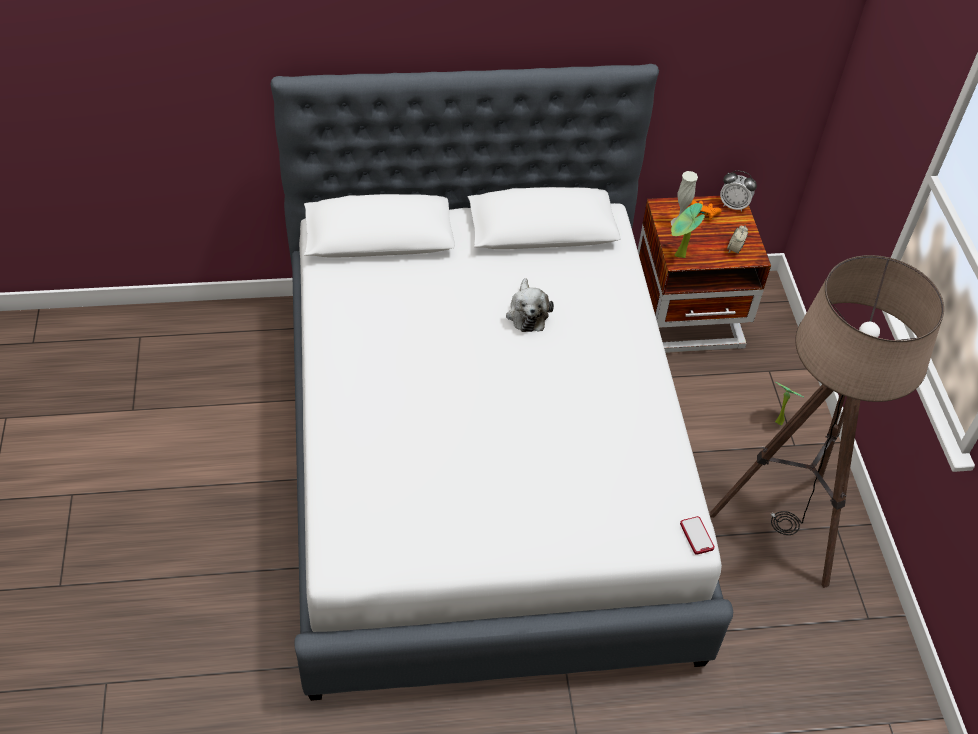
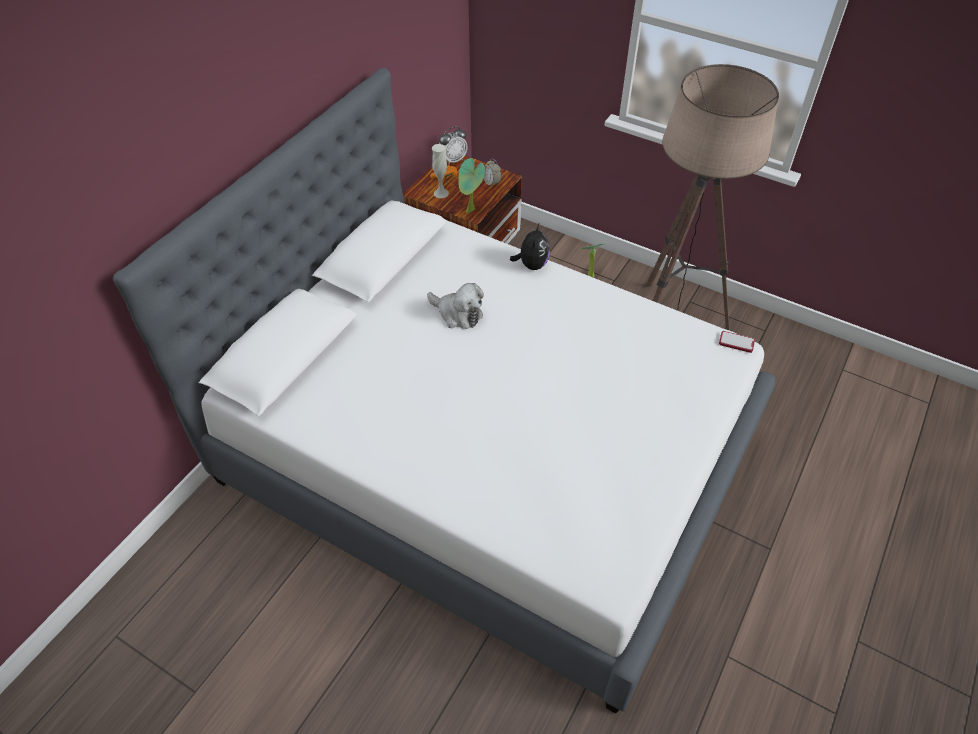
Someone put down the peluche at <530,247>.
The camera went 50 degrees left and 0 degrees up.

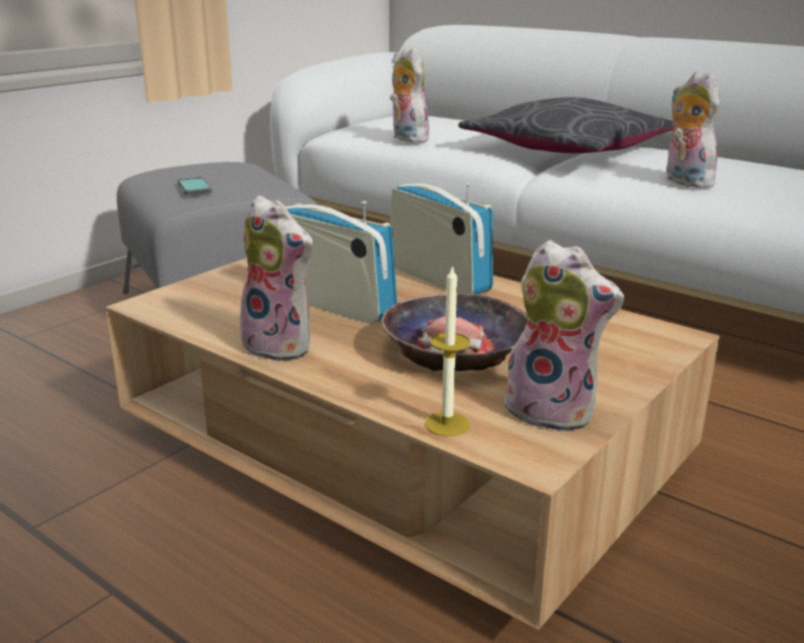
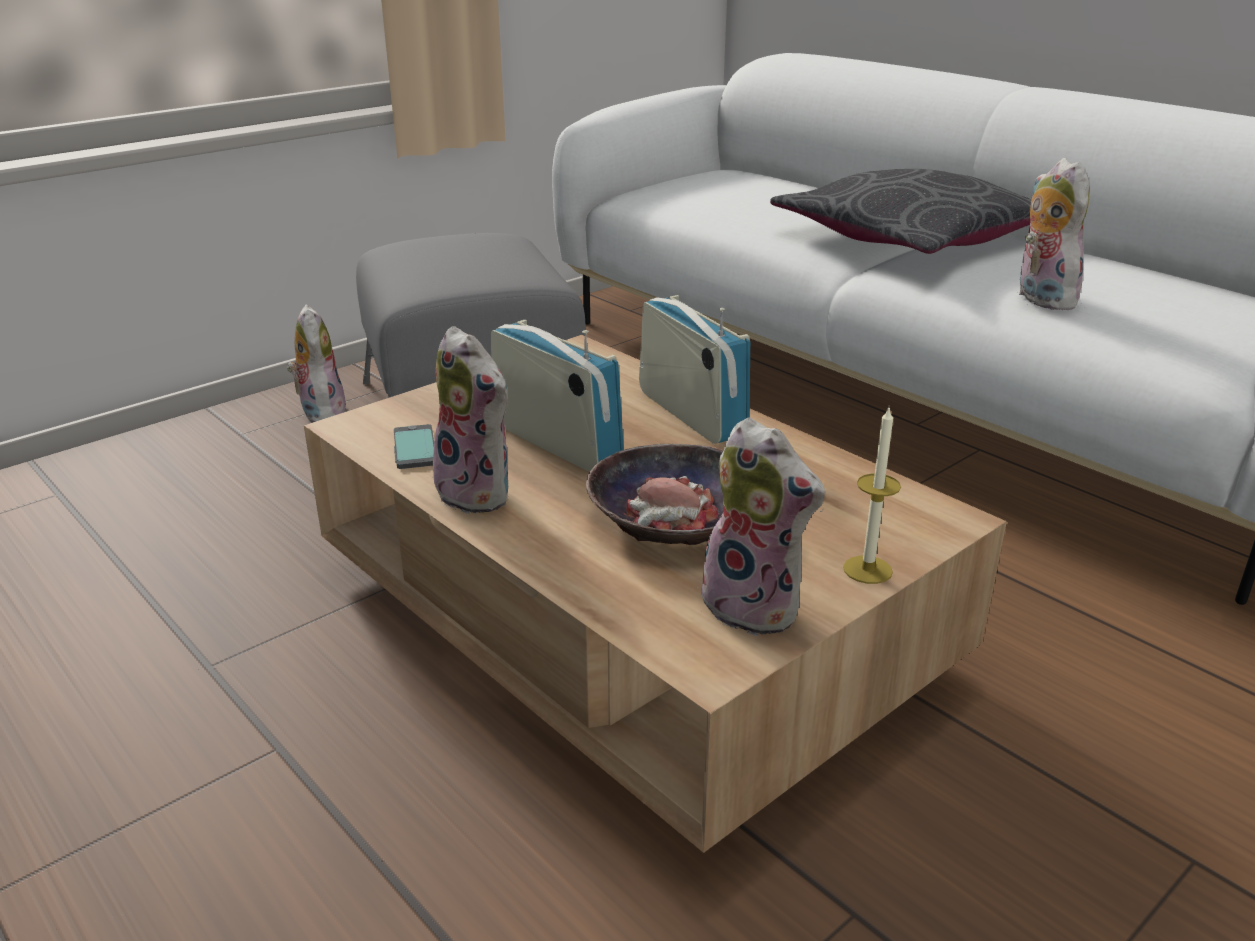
Someone carried the peluche from <409,95> to <317,363>.
Someone carried the téléphone from <195,186> to <414,446>.
Someone carried the bougie from <447,350> to <872,496>.
The camera went 10 degrees right and 5 degrees up.

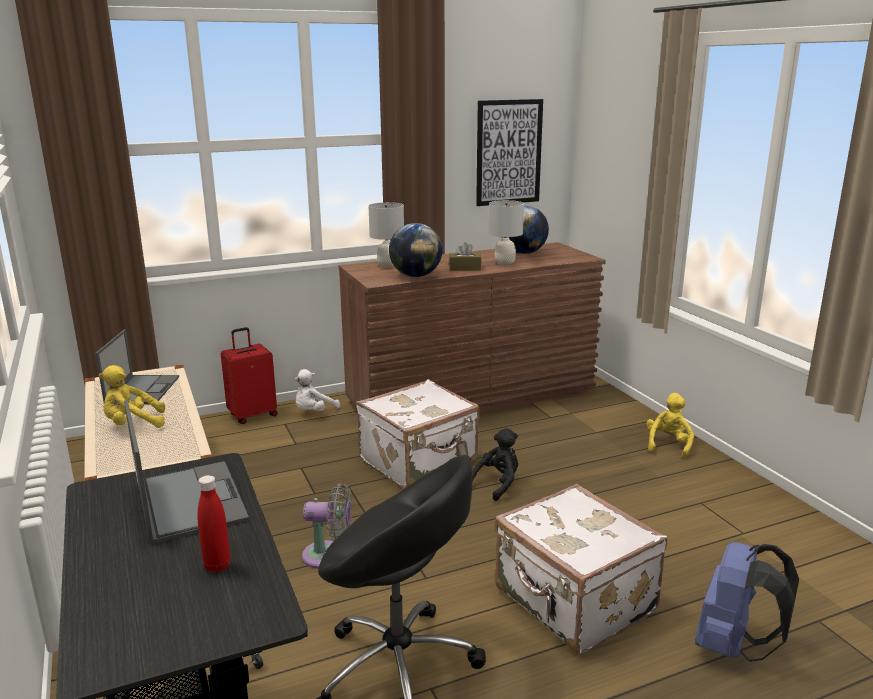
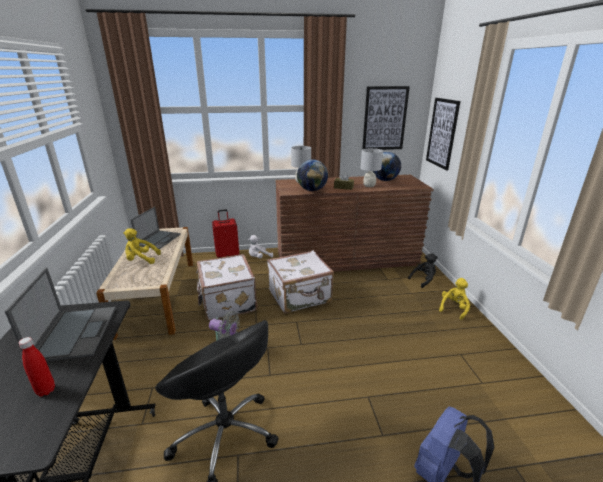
Someone carried the peluche (noir) from <495,464> to <422,270>.
Someone carried the valise (blanc) from <580,569> to <226,287>.
Someone put up the tableau at <443,134>.
The camera went 15 degrees right and 5 degrees up.

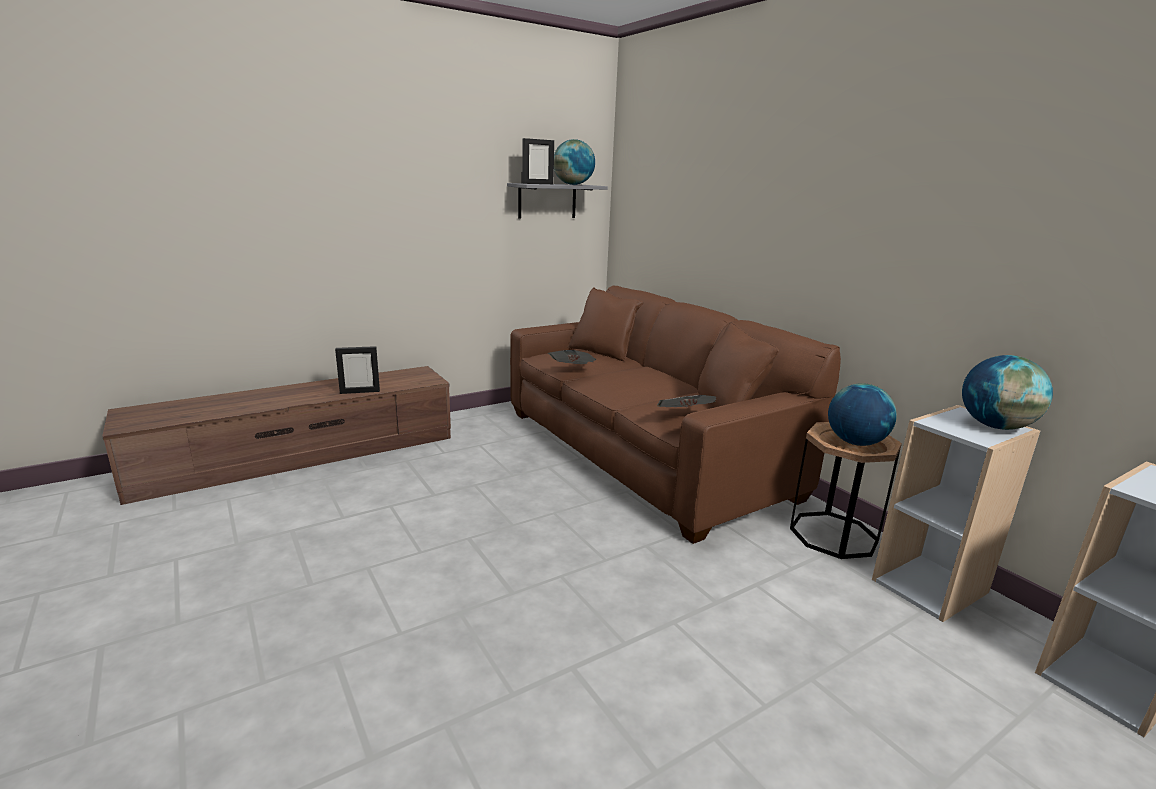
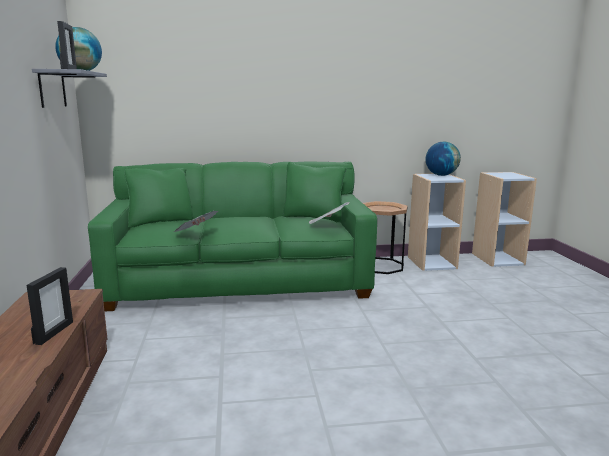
Someone repainted the canapé (marron) at <675,415>, which became the canapé (vert) at <232,236>.
Someone took away the globe at <862,414>.
The camera went 65 degrees left and 5 degrees down.

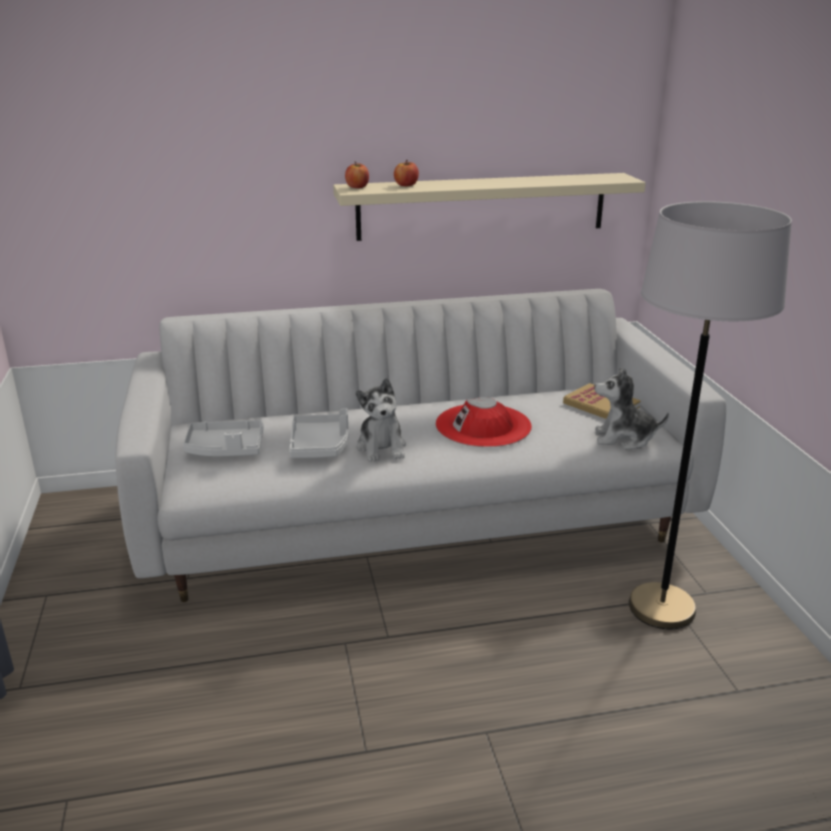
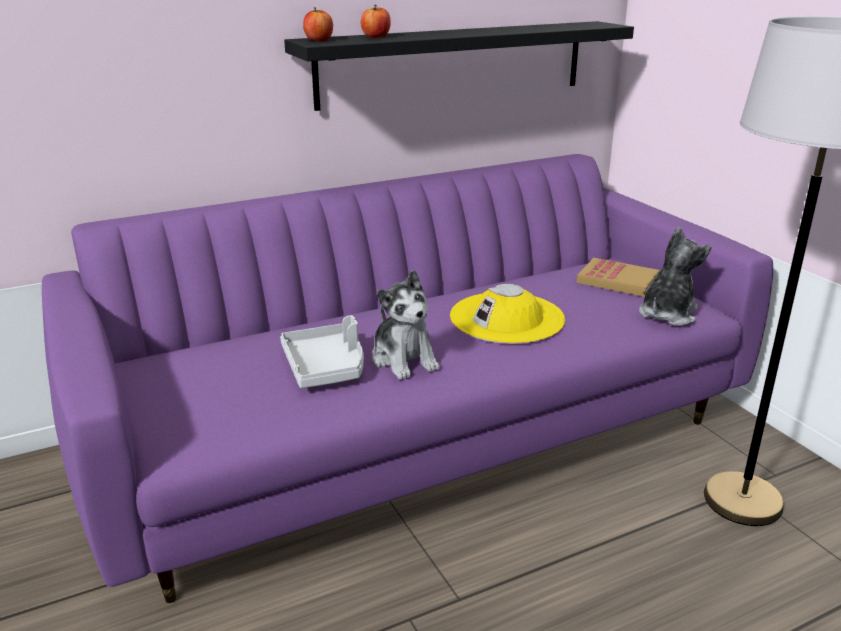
Someone repainted the étagère (beige) at <489,207>, which became the étagère (noir) at <459,66>.
Someone repainted the canapé (blanc) at <420,445>, which became the canapé (violet) at <407,378>.
Someone rotated the peluche at <631,408> by 135 degrees clockwise.
Someone repainted the chapeau (rouge) at <484,422>, which became the chapeau (jaune) at <507,314>.
Someone took away the plateau (gris) at <223,438>.
The camera went 15 degrees left and 0 degrees up.

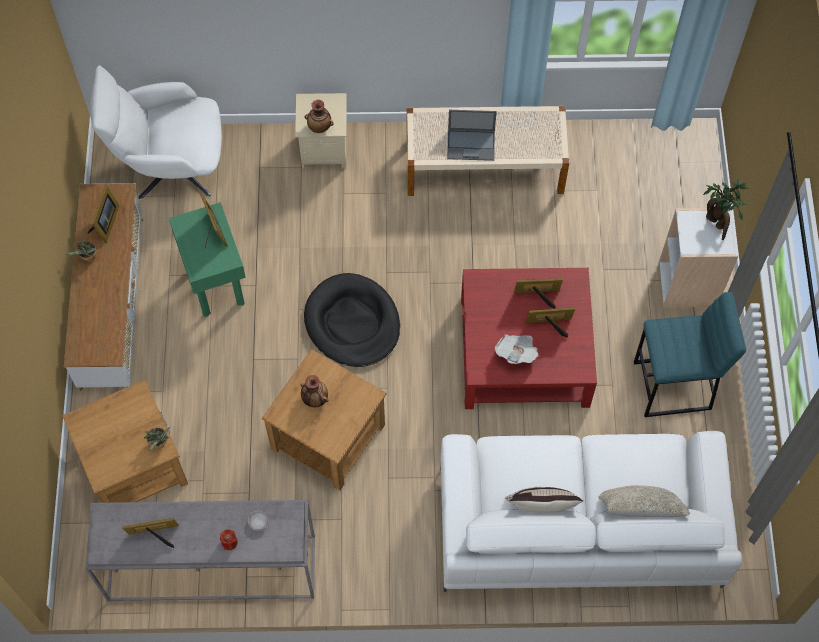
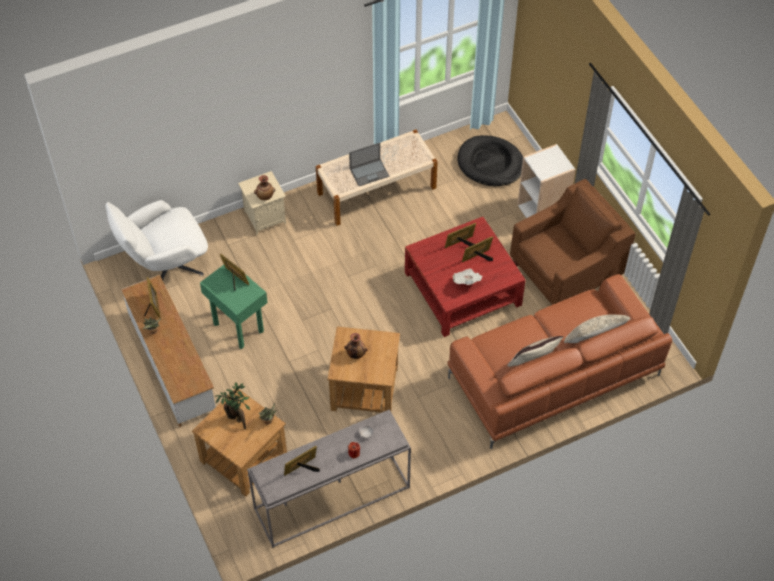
Someone carried the plante en pot from <725,209> to <233,405>.
Someone carried the panier pour chien (noir) from <352,320> to <490,160>.
Someone swapped the tabouret (turquoise) at <690,354> for the fauteuil (marron) at <573,242>.
Someone repainted the canapé (blanc) at <591,511>, which became the canapé (marron) at <559,361>.
The camera went 25 degrees left and 10 degrees down.

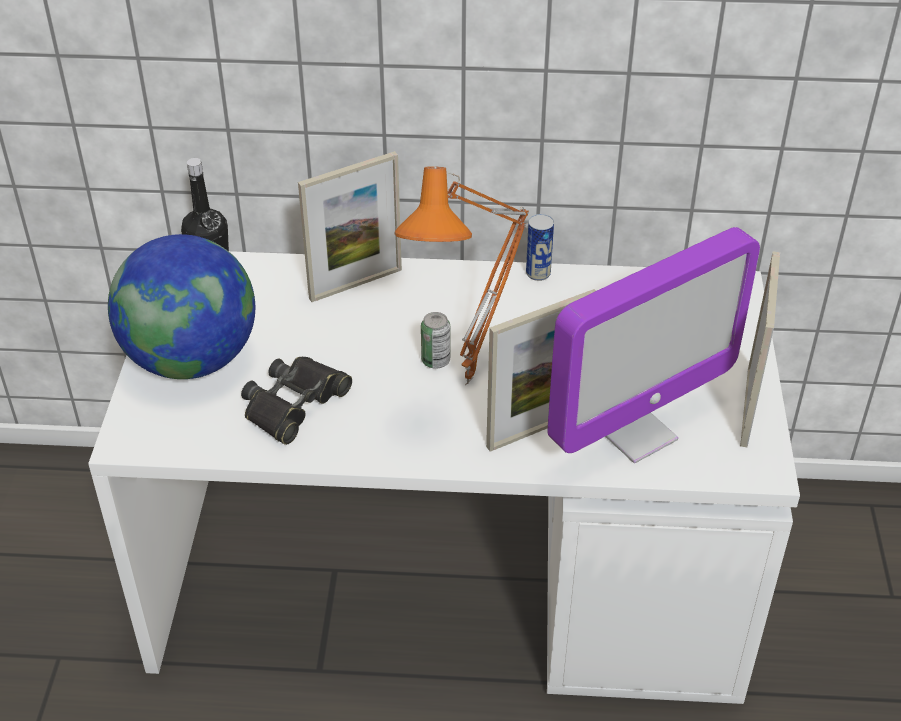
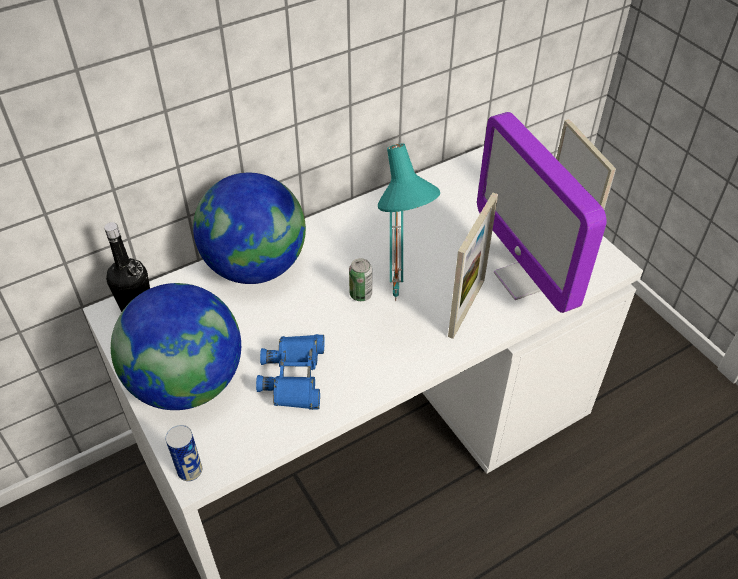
Someone swapped the cadre photo at <350,226> for the globe at <249,228>.
Someone repainted the lampe de table (orange) at <462,275>, which became the lampe de table (turquoise) at <409,222>.
Someone carried the boîte métallique from <540,247> to <183,453>.
Someone rotated the écran d'ordinateur at <653,345> by 135 degrees clockwise.
Someone repainted the jumelles (noir) at <296,401>, which became the jumelles (bleu) at <290,372>.
The camera went 35 degrees left and 5 degrees up.

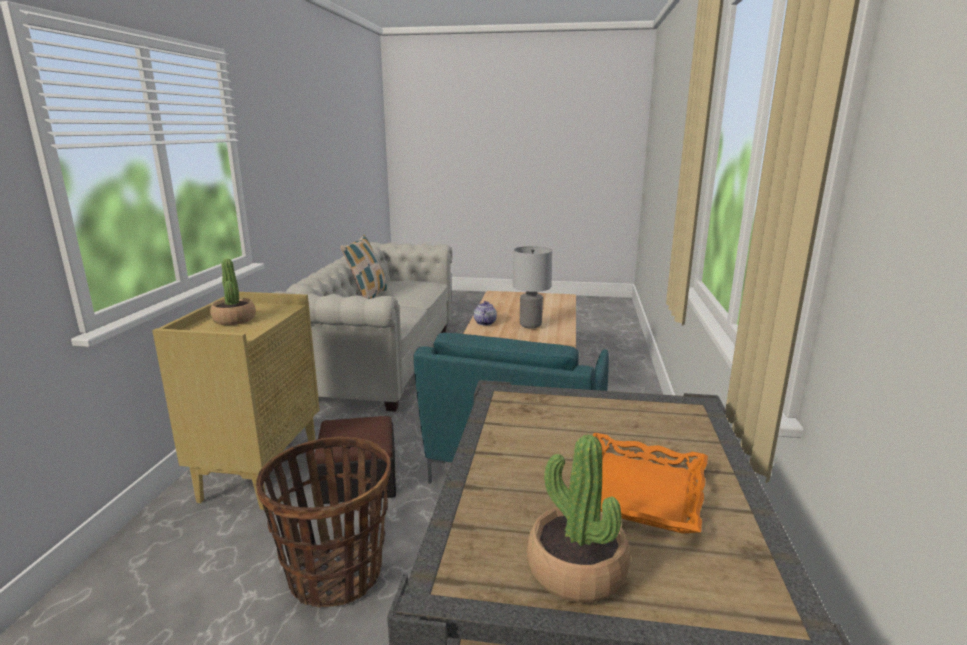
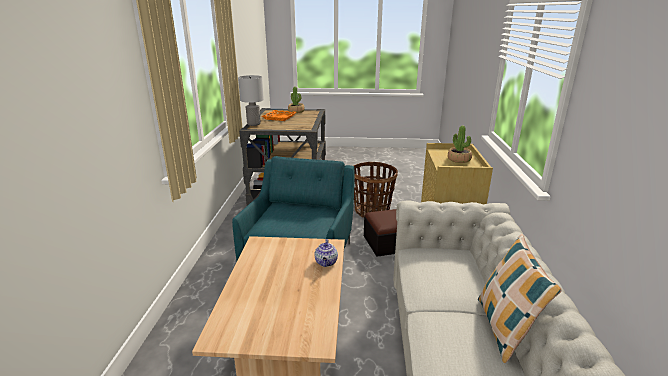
Someone carried the lampe de table (gris) from <532,287> to <251,100>.
The camera went 175 degrees right and 5 degrees up.

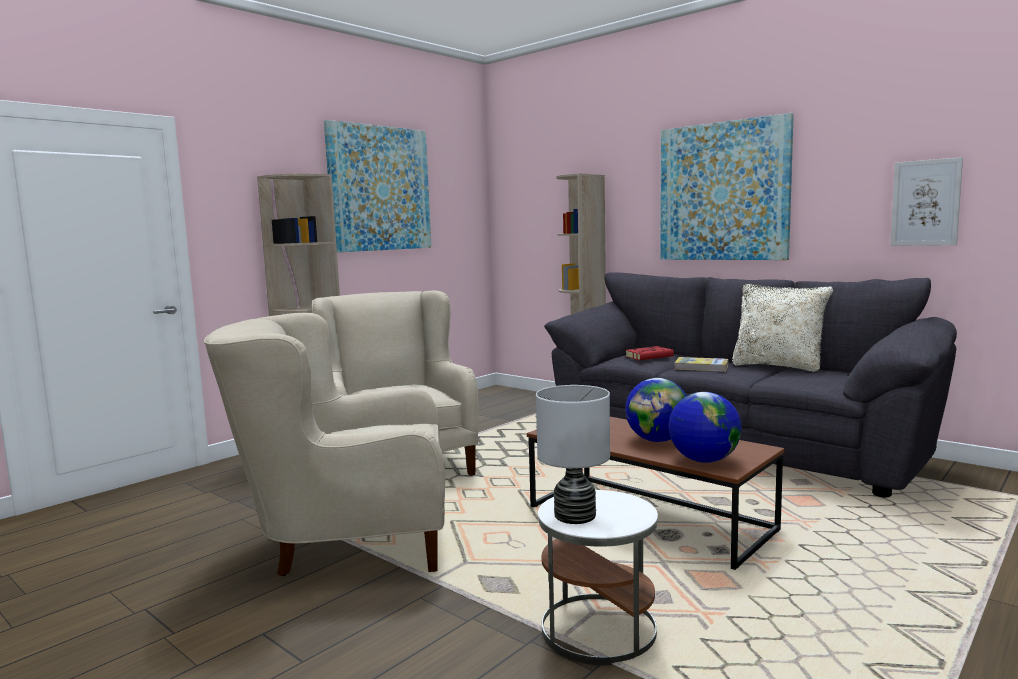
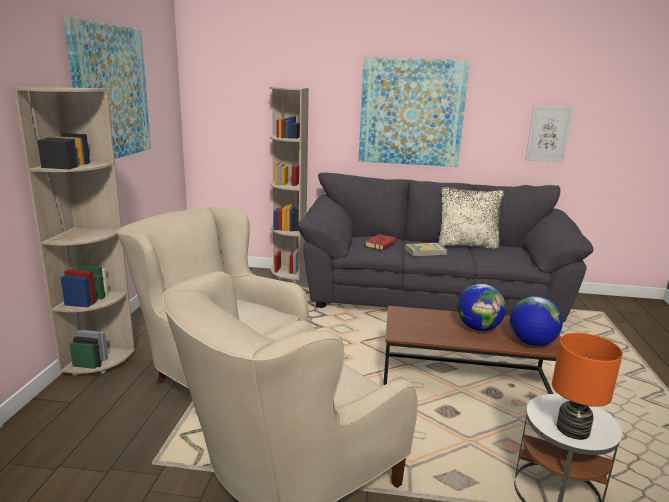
Someone repainted the lampe de table (gris) at <573,454>, which became the lampe de table (orange) at <587,386>.
The camera went 35 degrees left and 10 degrees up.

